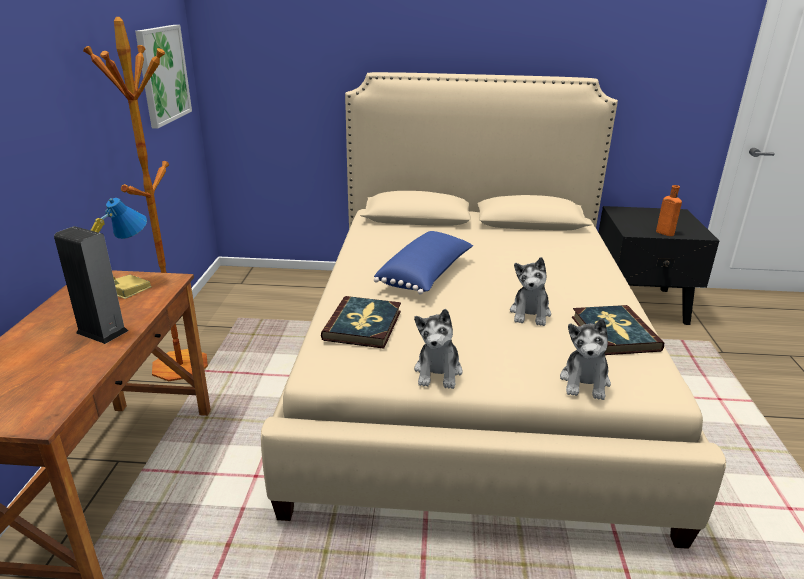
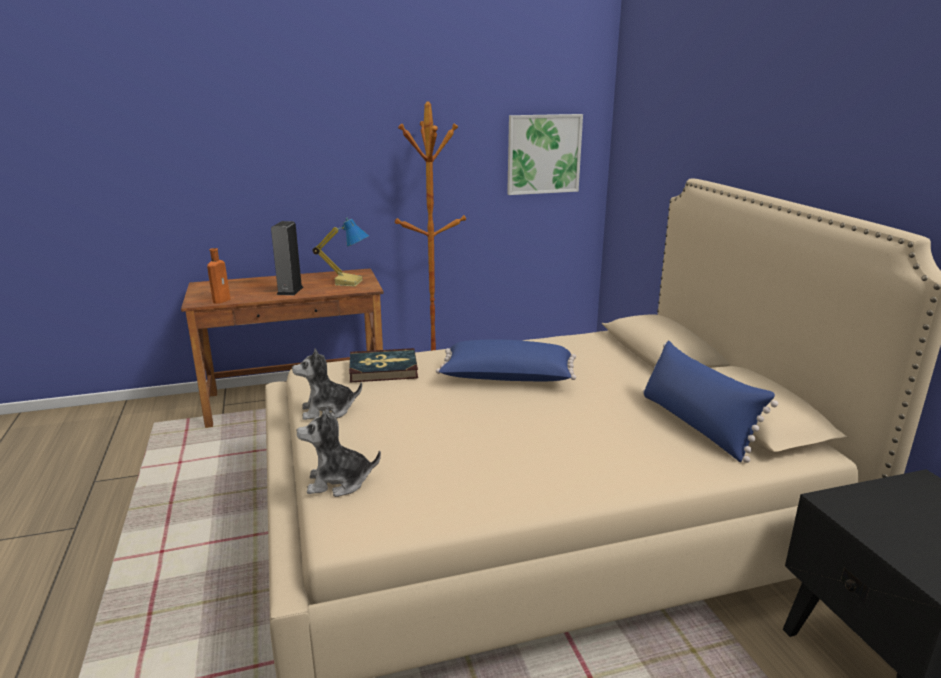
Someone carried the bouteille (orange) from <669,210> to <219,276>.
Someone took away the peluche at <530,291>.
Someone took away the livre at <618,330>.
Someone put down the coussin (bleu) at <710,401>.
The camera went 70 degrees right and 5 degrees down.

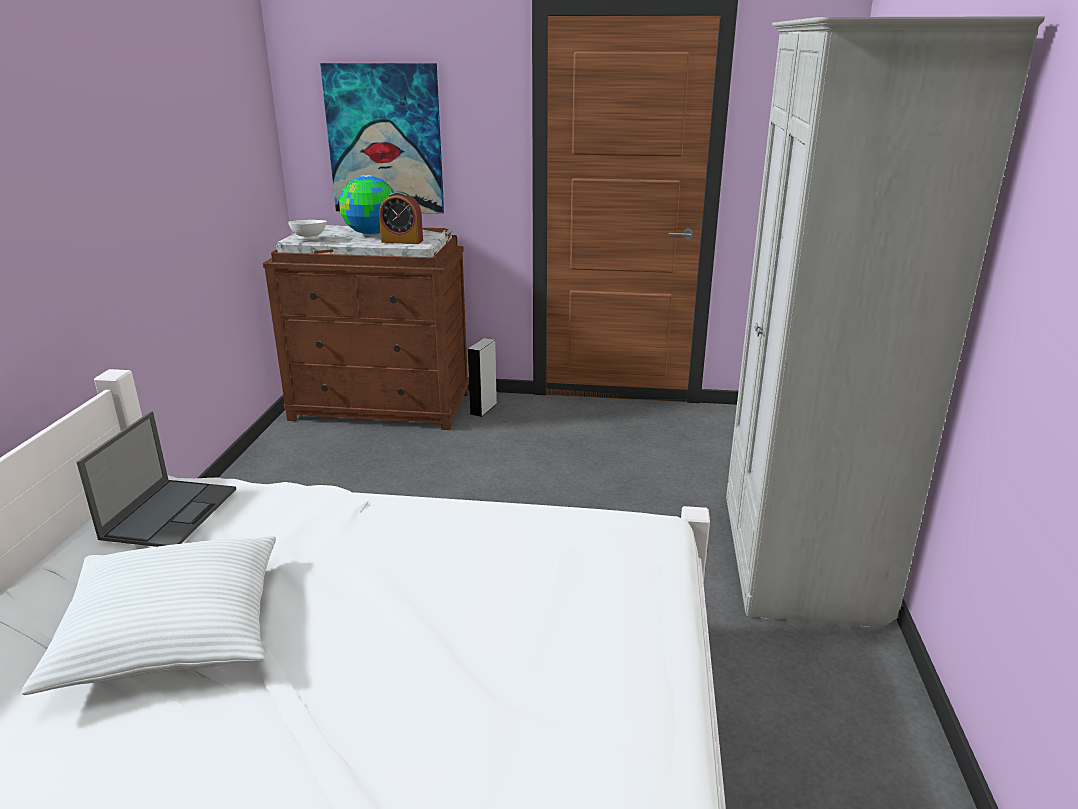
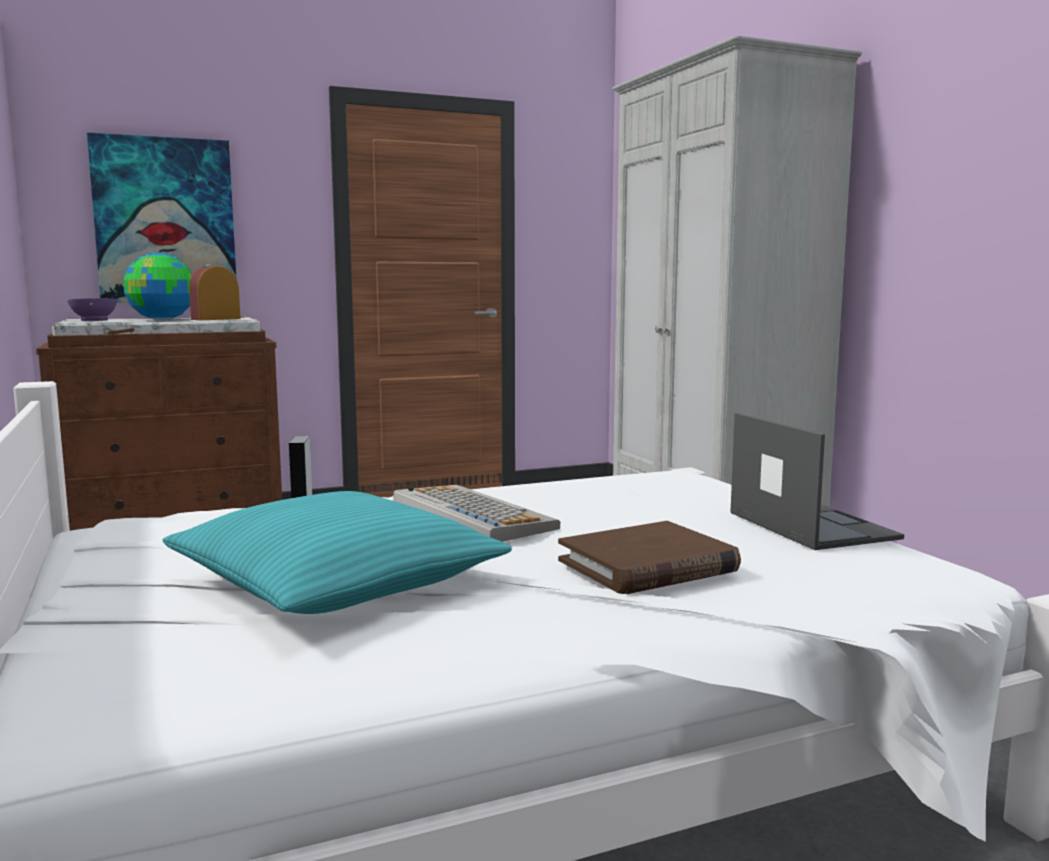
Someone rotated the réveil at <401,217> by 150 degrees clockwise.
Someone repainted the bol (blanc) at <307,230>, which became the bol (violet) at <92,309>.
Someone carried the ordinateur portable from <156,479> to <817,481>.
Someone repainted the coussin (blanc) at <148,615>, which became the coussin (turquoise) at <337,552>.
Someone put down the clavier at <476,513>.
Someone put down the livre (marron) at <649,557>.
The camera went 30 degrees left and 15 degrees down.

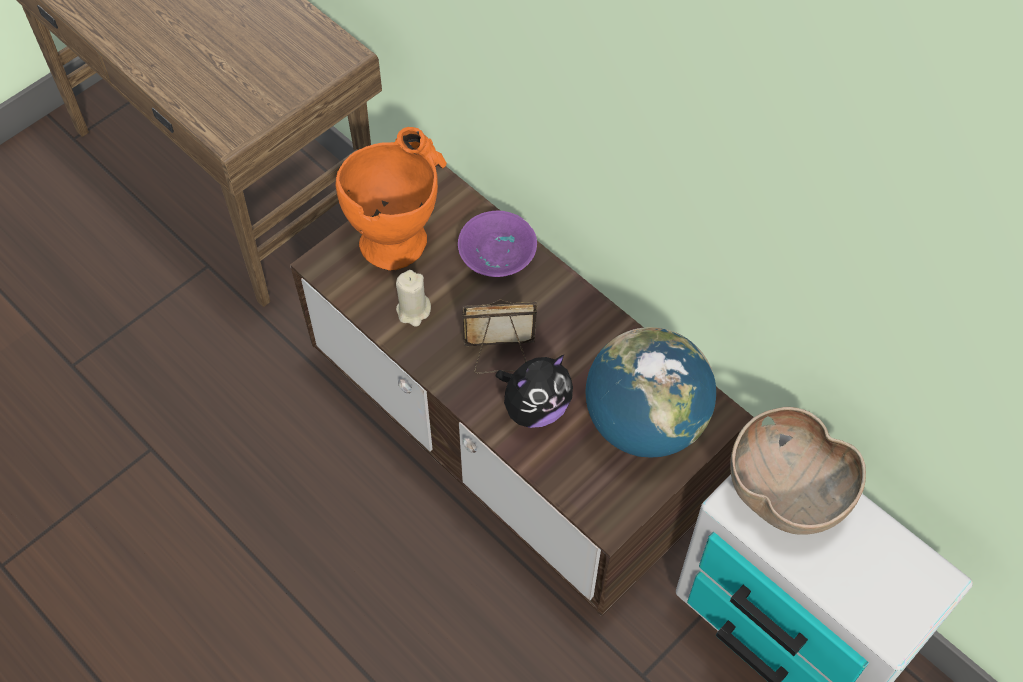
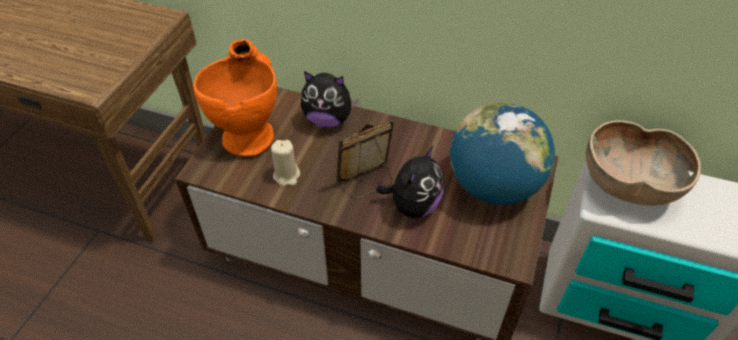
Someone swapped the bol (violet) at <497,244> for the peluche at <330,99>.
The camera went 25 degrees left and 10 degrees down.

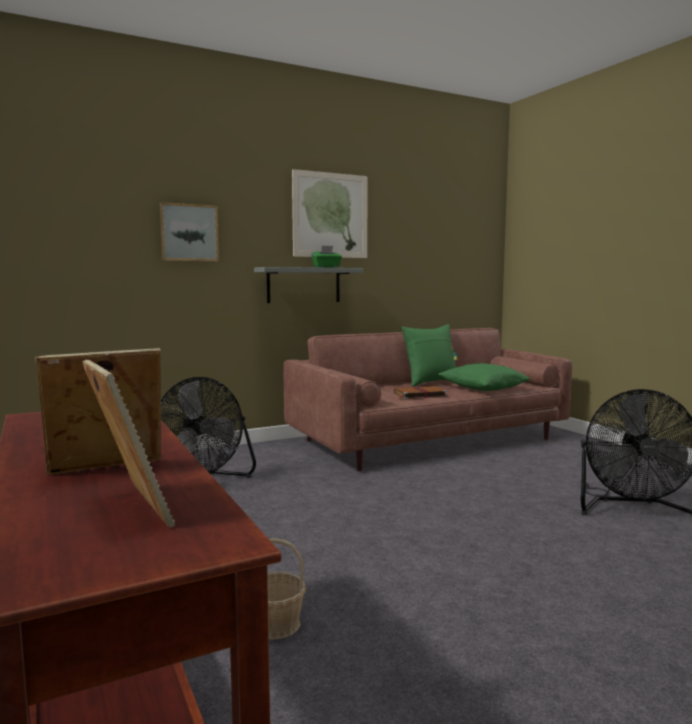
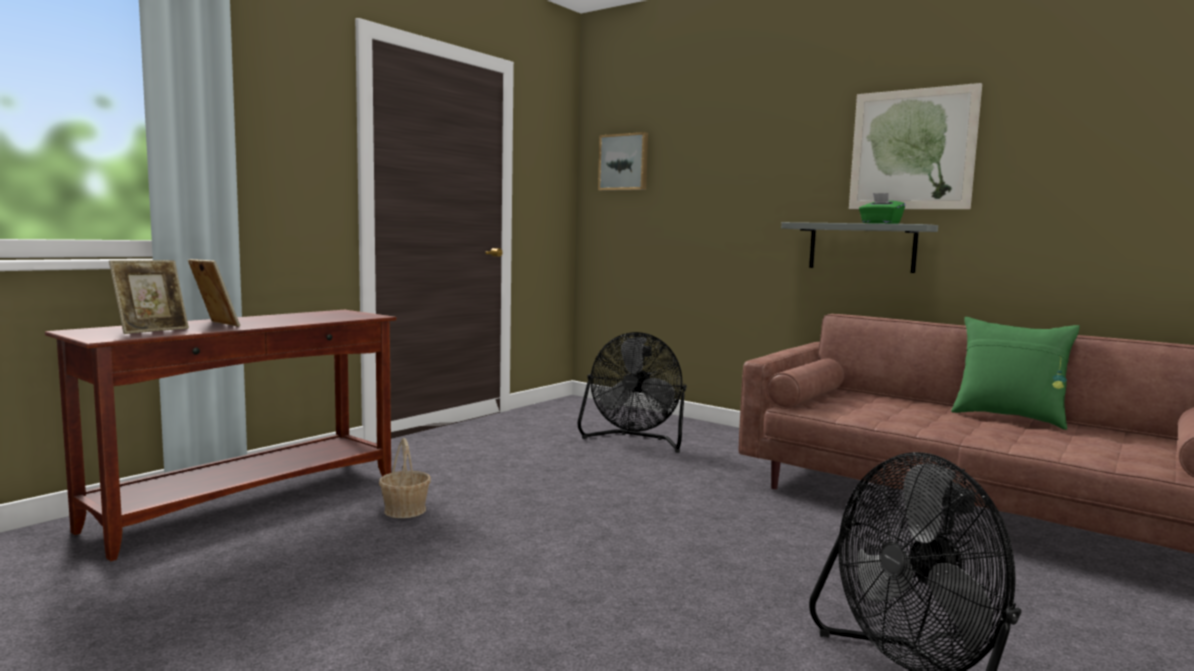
Someone carried the tableau from <189,231> to <623,161>.
Someone took away the coussin (vert) at <484,377>.
Someone took away the livre (marron) at <420,392>.
The camera went 65 degrees right and 0 degrees up.

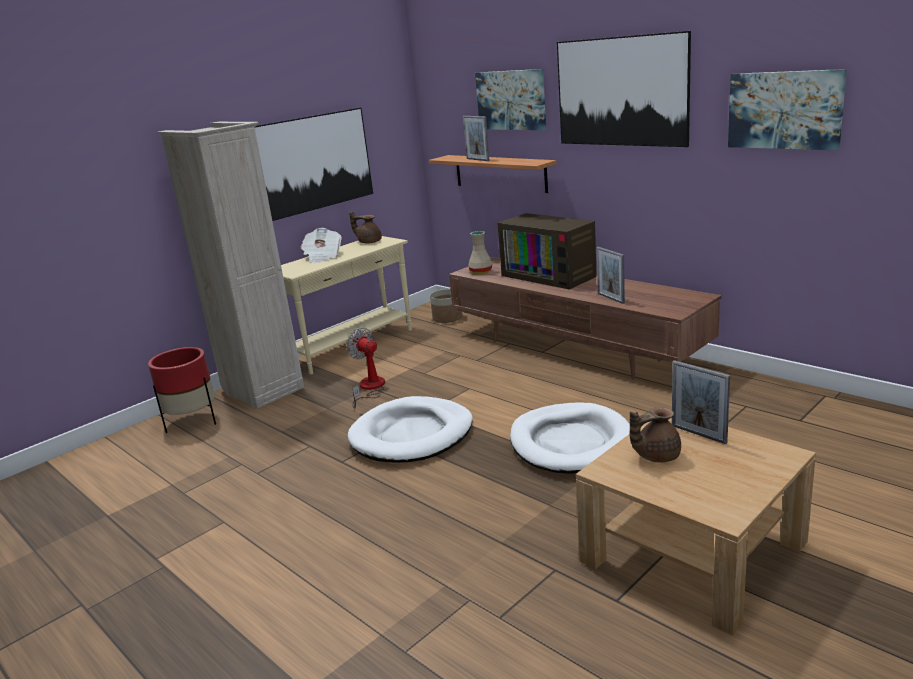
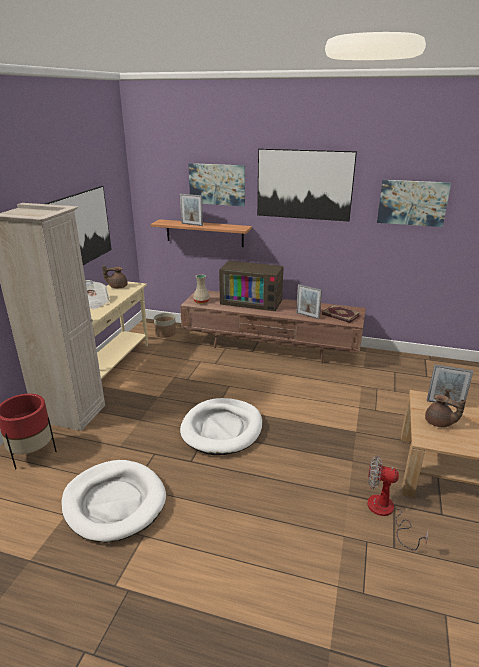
Someone carried the ventilateur from <365,368> to <397,502>.
Someone carried the panier pour chien (blanc) from <570,438> to <113,501>.
Someone rotated the théière (marron) at <655,434> by 90 degrees counterclockwise.
Someone put down the livre at <341,314>.
The camera went 30 degrees left and 5 degrees up.

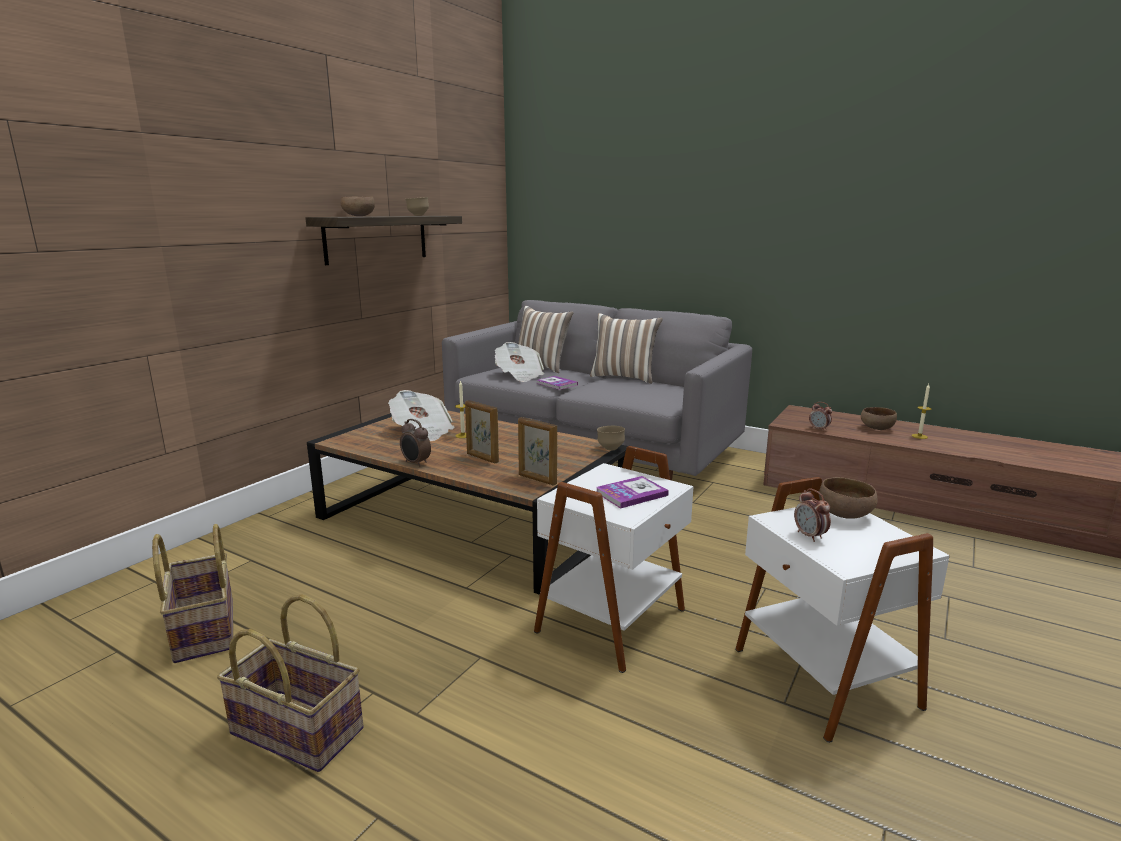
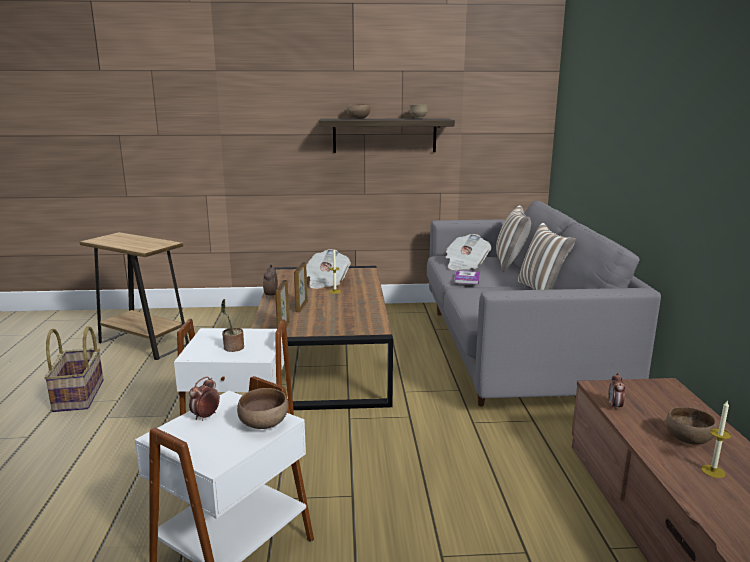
Someone took away the bol (marron) at <611,438>.
Someone swapped the livre at <632,492> for the plante en pot at <232,325>.
Someone swapped the panier at <192,593> for the table d'appoint (marron) at <134,296>.
The camera went 55 degrees right and 0 degrees up.

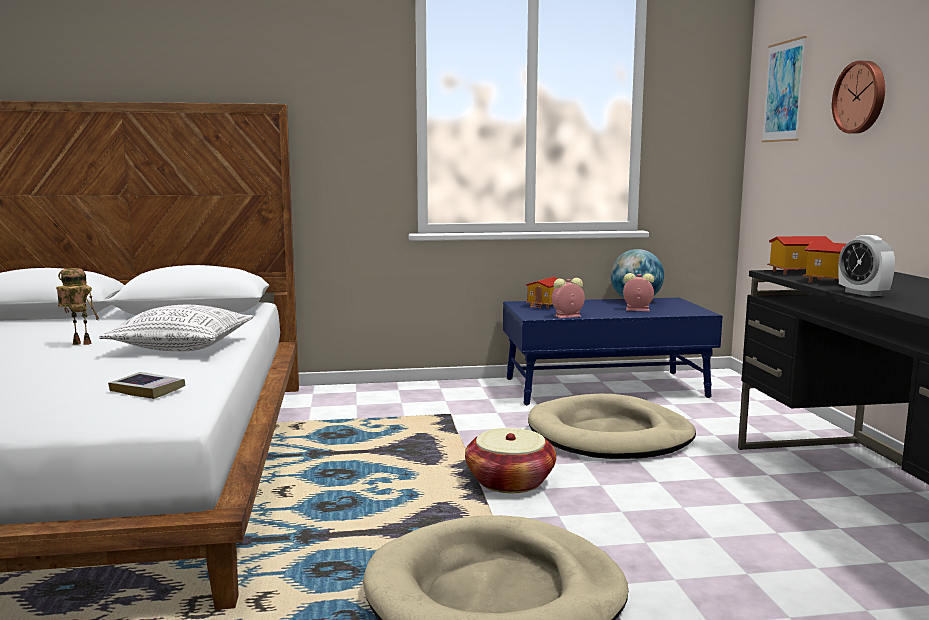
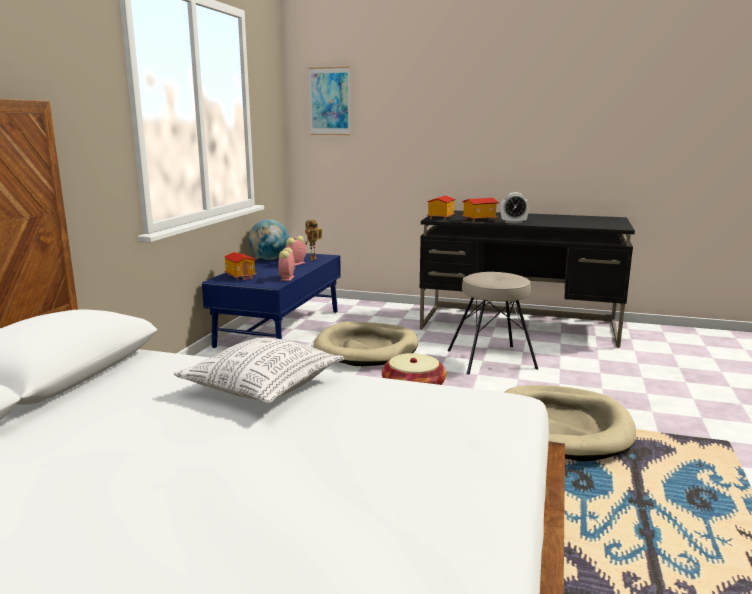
Someone took away the horloge murale at <858,97>.
Someone carried the robot jouet from <77,306> to <313,240>.
Someone took away the livre at <146,385>.
Someone put down the tabouret (beige) at <493,323>.
The camera went 65 degrees left and 5 degrees up.

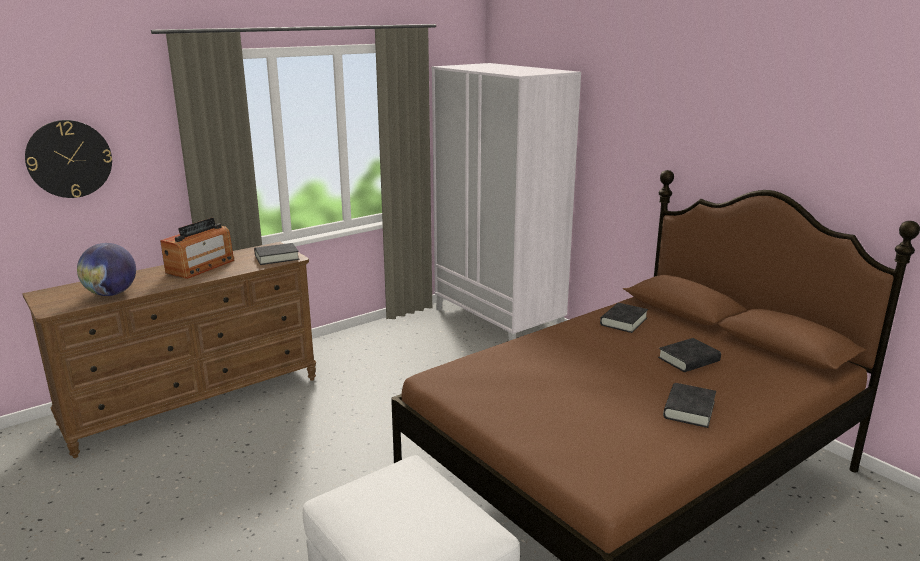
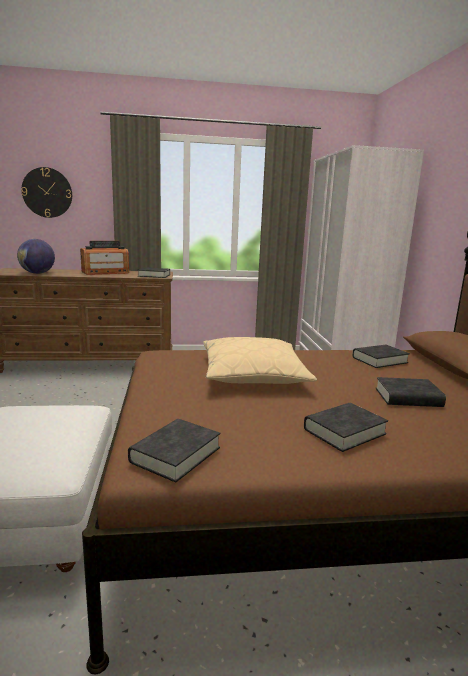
Someone put down the coussin (beige) at <260,360>.
Someone put down the livre (noir) at <174,451>.
The camera went 30 degrees right and 5 degrees down.

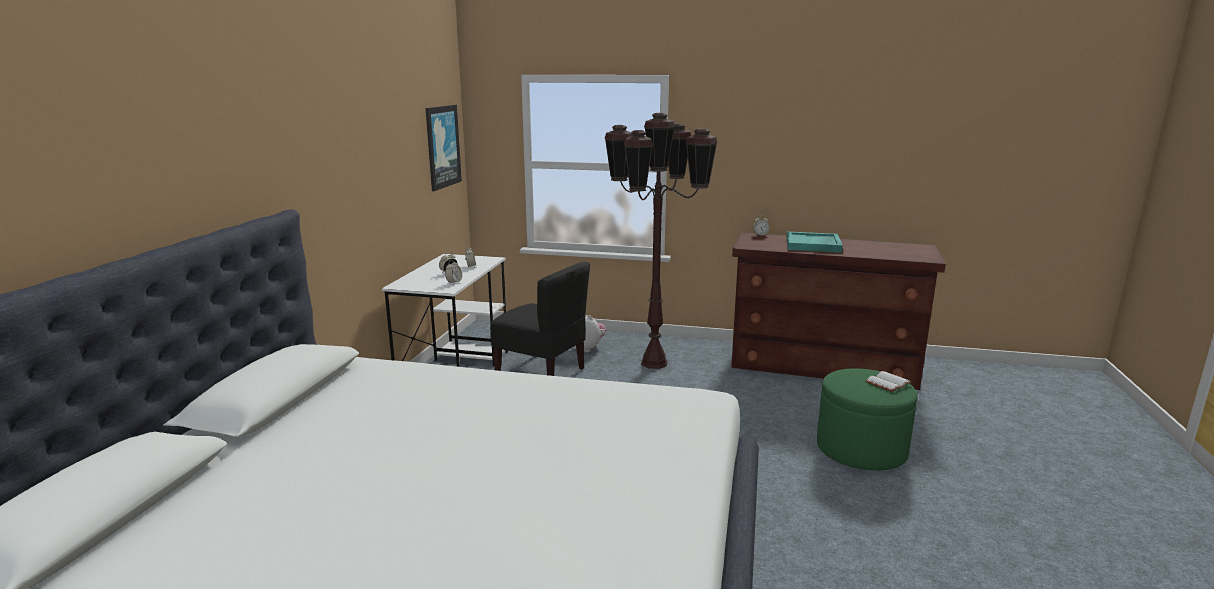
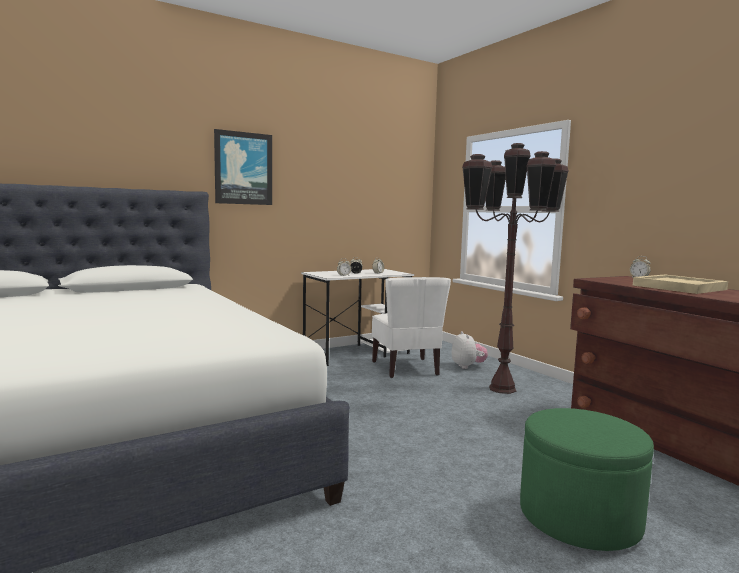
Someone carried the tableau from <444,148> to <243,167>.
Someone repainted the plateau (turquoise) at <815,242>, which became the plateau (beige) at <680,284>.
Someone repainted the chaise (noir) at <540,319>, which became the chaise (blanc) at <411,327>.
Someone took away the livre (blanc) at <888,381>.
The camera went 45 degrees right and 10 degrees down.

